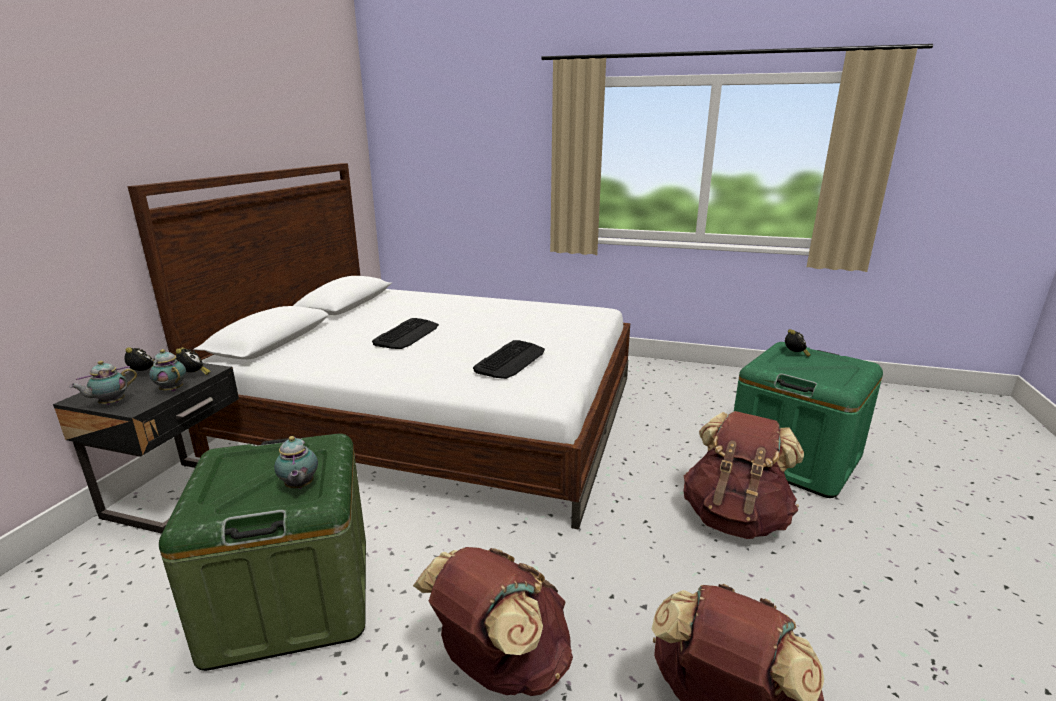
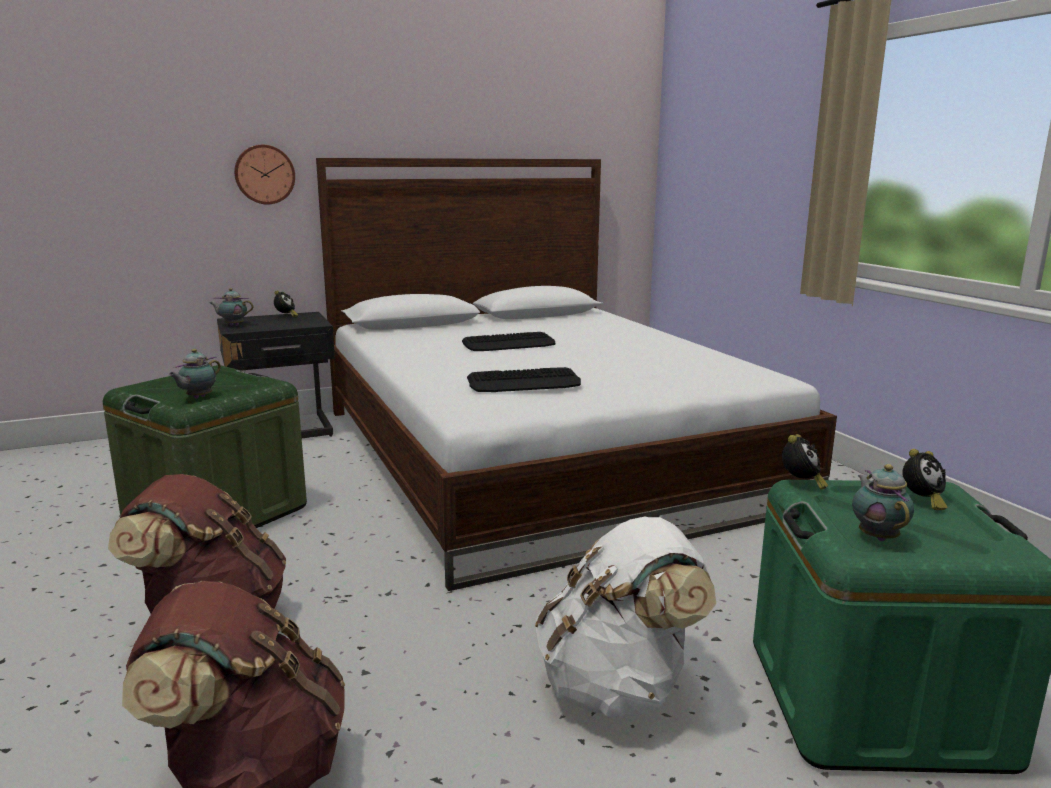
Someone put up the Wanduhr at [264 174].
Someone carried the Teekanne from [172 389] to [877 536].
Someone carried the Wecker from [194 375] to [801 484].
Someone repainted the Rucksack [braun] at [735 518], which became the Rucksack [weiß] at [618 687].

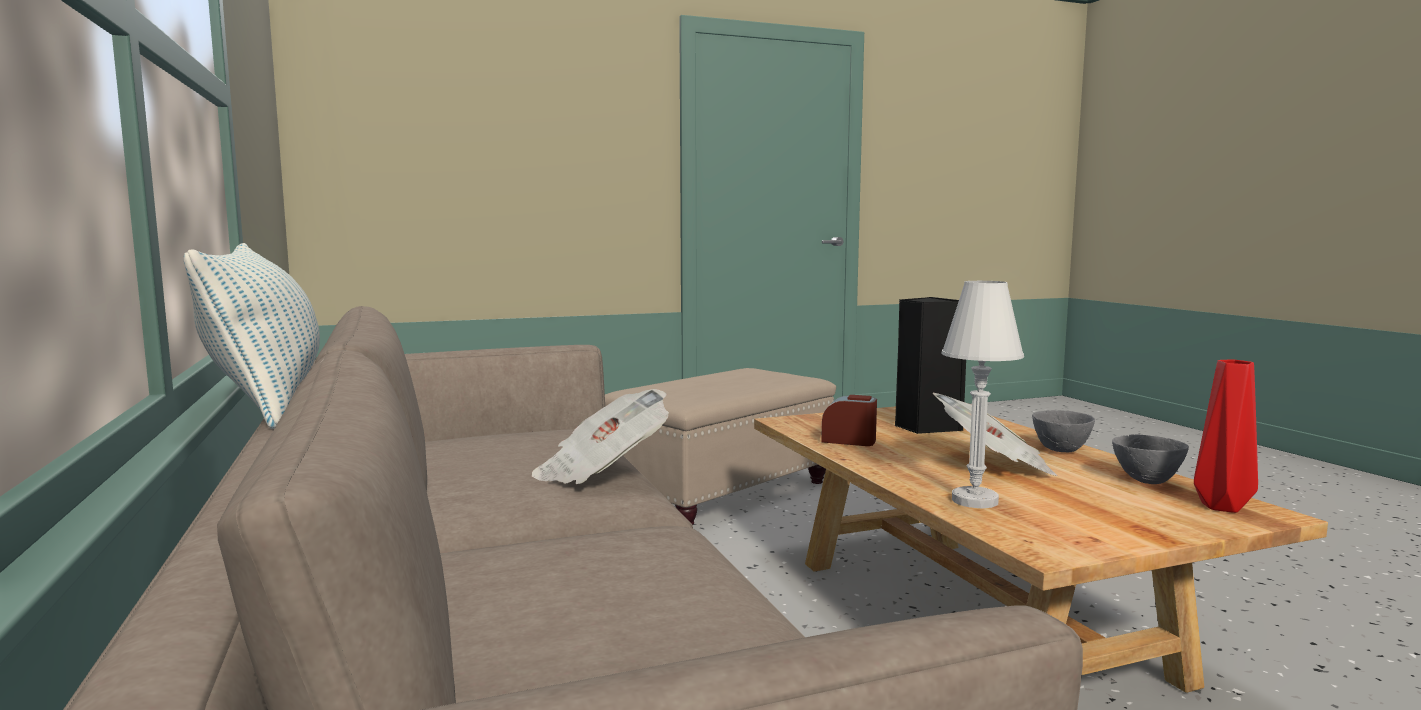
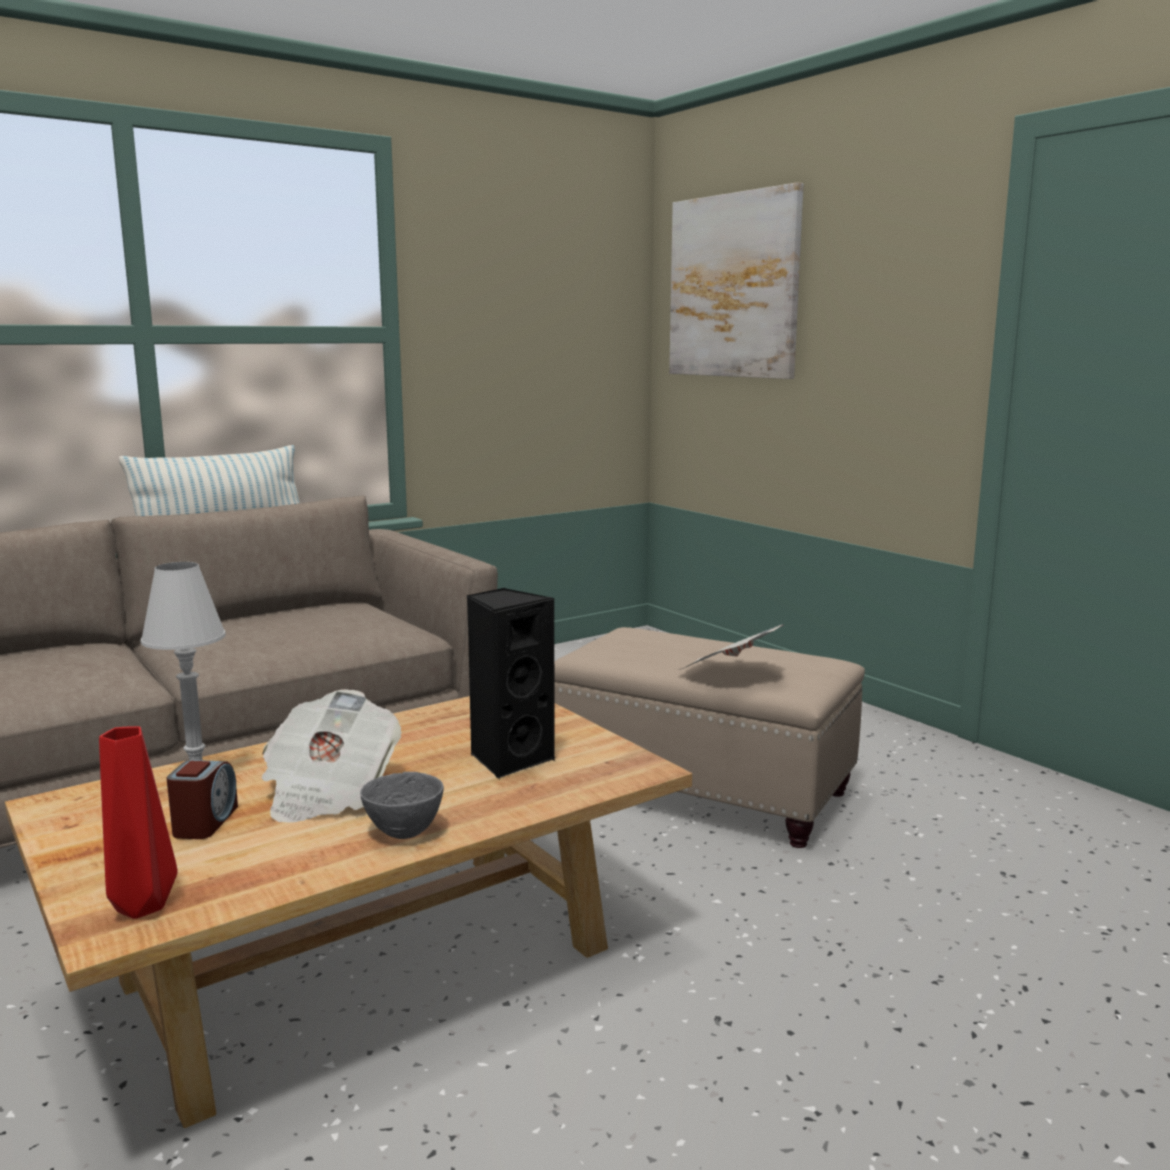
Someone took away the Schüssel [grau] at [1147 481].
Someone put up the Bild at [733 286].
Someone carried the Zeitung from [601 472] to [729 675].
Someone carried the Wecker from [849 441] to [205 822].

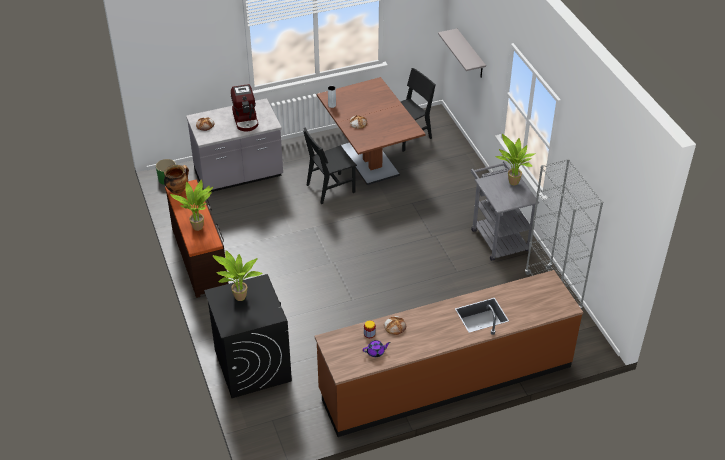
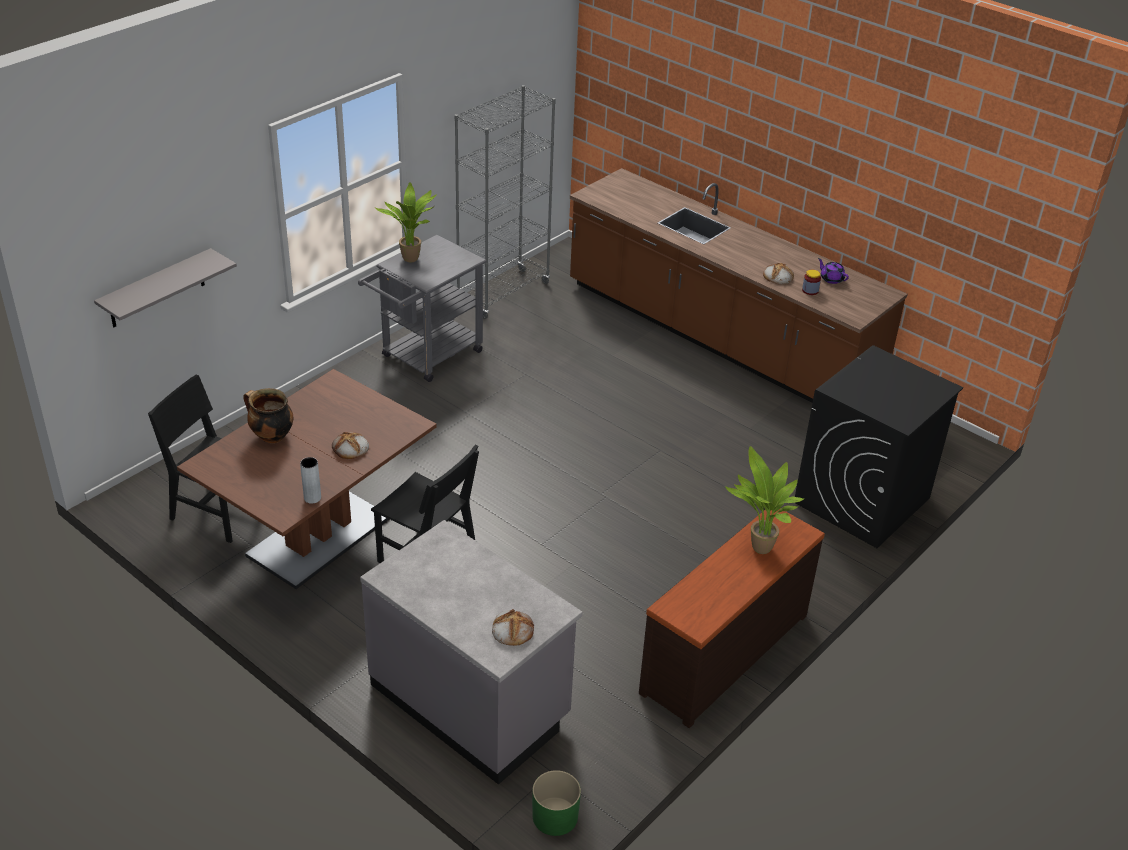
Someone took away the Topfpflanze at [239 299].
Someone took away the Kaffeemaschine at [246 119].
Someone carried the Kochtopf from [178 190] to [271 436].

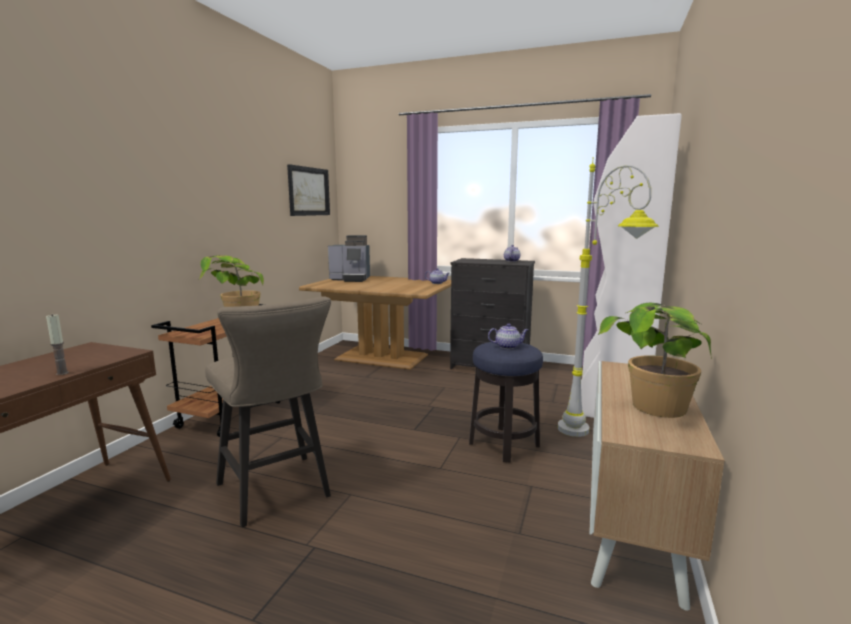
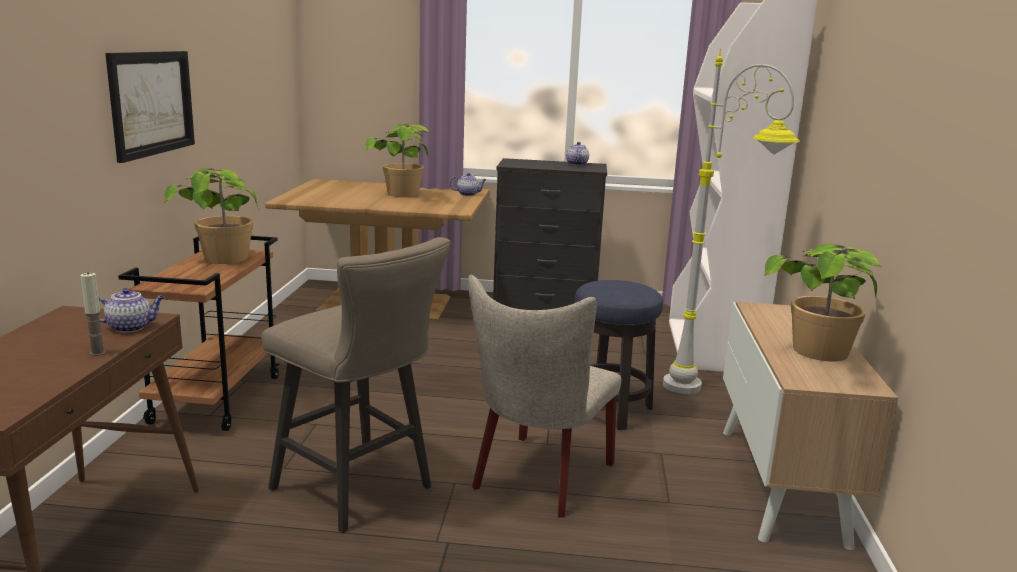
Someone took away the Kaffeemaschine at [351 279].
Someone put down the Topfpflanze at [403 197].
Someone put down the Stuhl [beige] at [538 479].
Someone carried the Bild from [309 191] to [151 103].
Someone carried the Teekanne from [508 346] to [130 327].

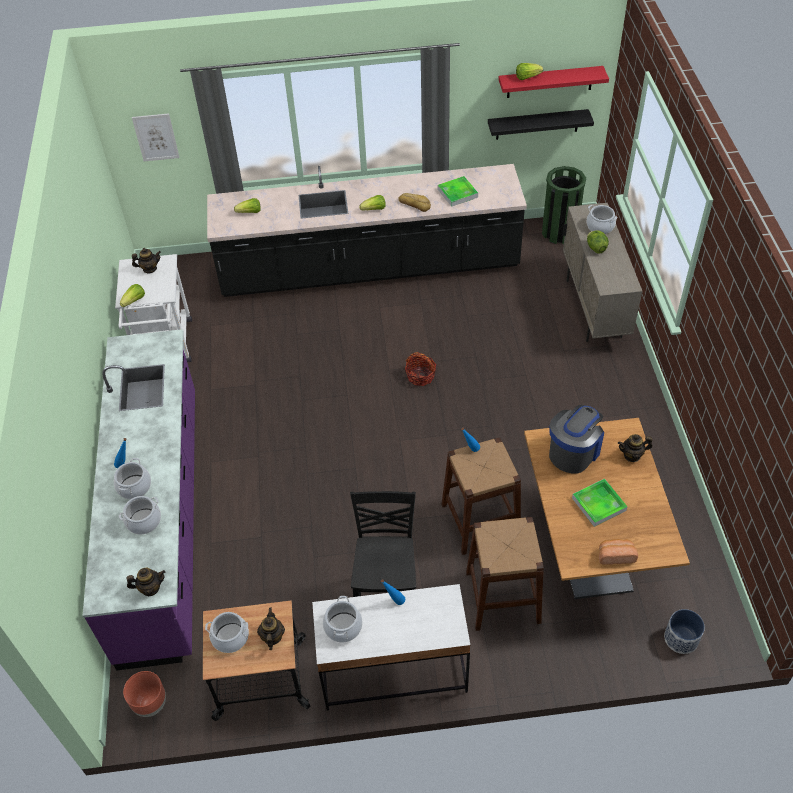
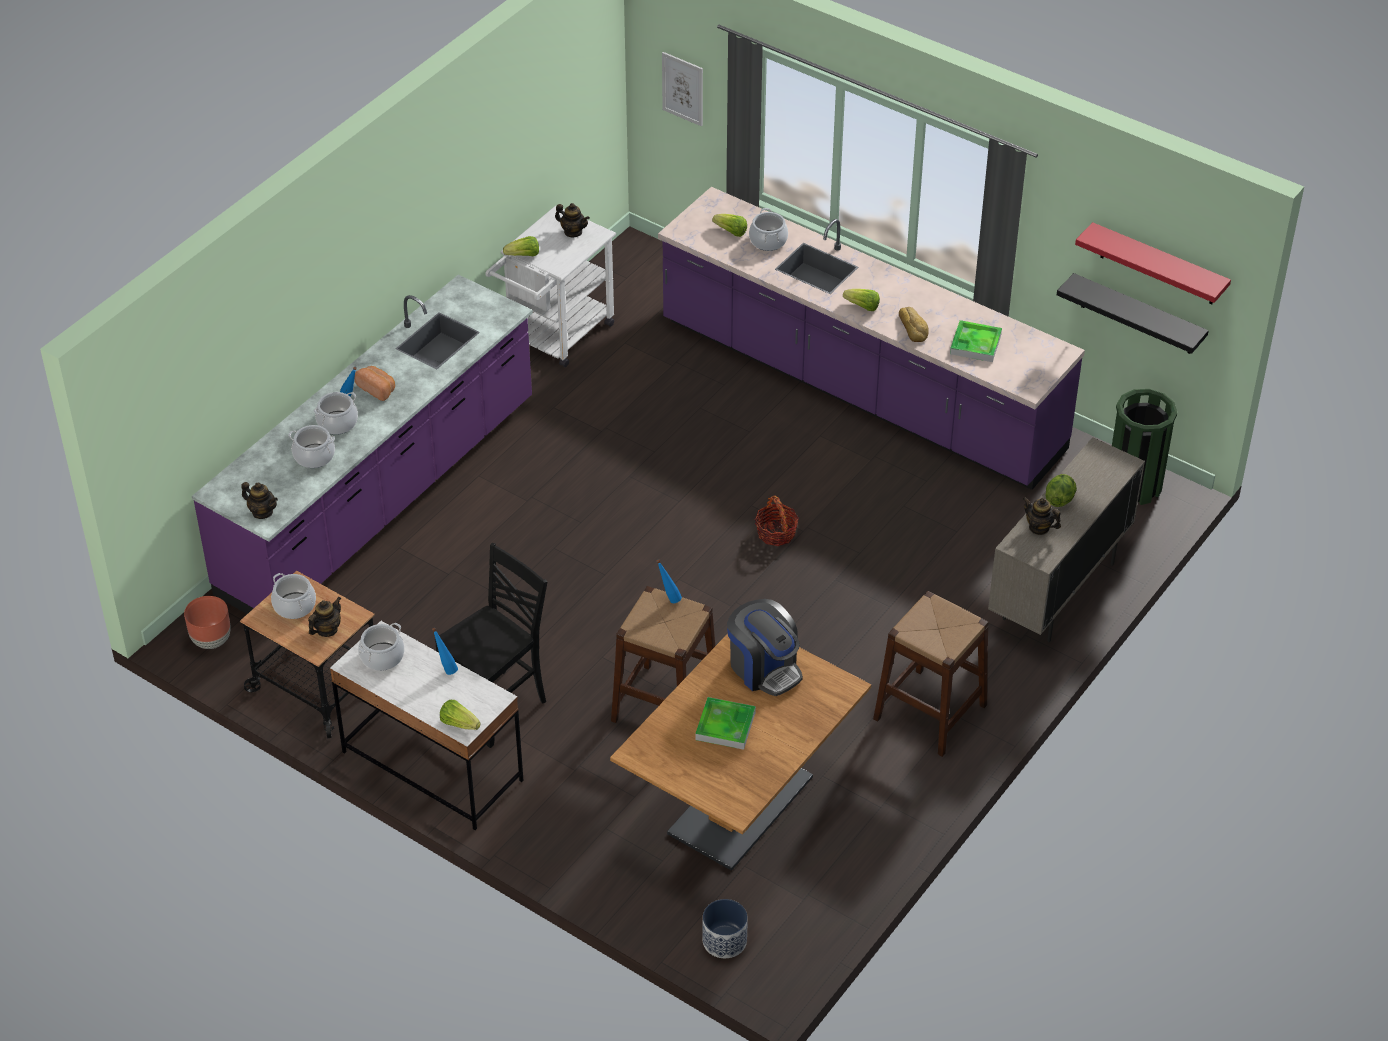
Someone carried the Hocker [braun] from [502 597] to [930 711].
Someone carried the Salatkopf from [527 77] to [459 723].
Someone carried the Kochtopf from [600 226] to [768 241].
Someone carried the Brot from [615 555] to [377 389].
Someone carried the Teekanne from [632 455] to [1039 528].
Someone repainted the Küchenzeile [schwarz] at [369 268], which became the Küchenzeile [lila] at [860 387].
Someone rotated the Kaffeemaschine at [574 451] by 60 degrees clockwise.

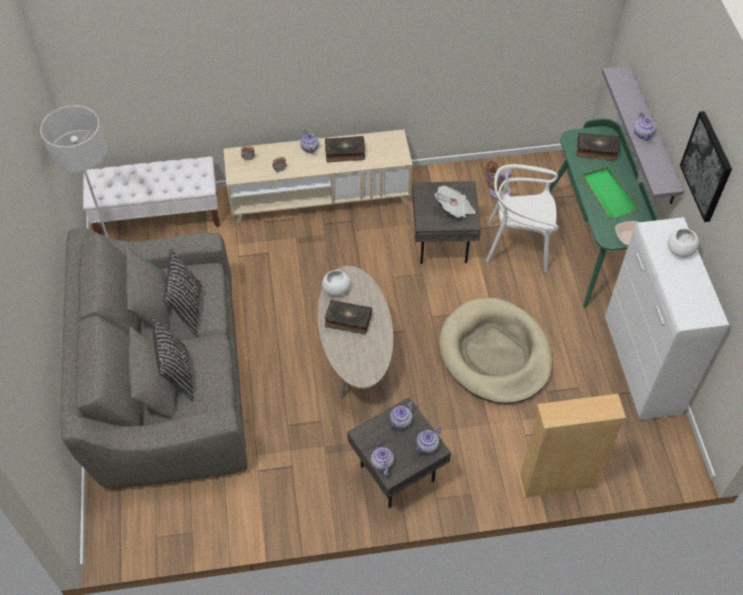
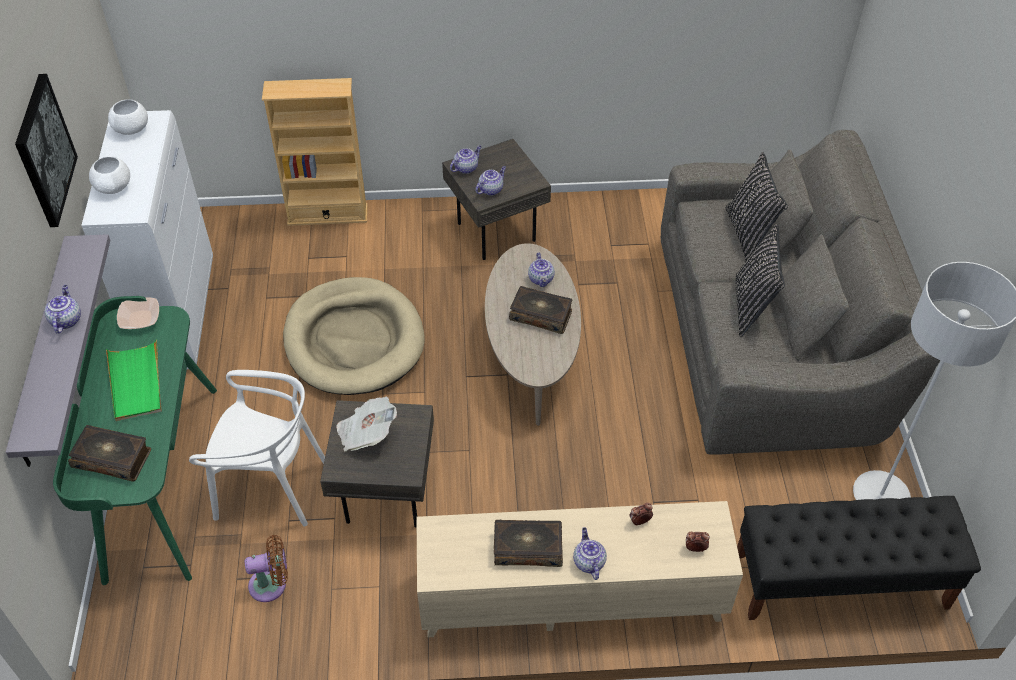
Someone carried the Schüssel [weiß] from [335 289] to [132 129].
Someone carried the Teekanne from [381 462] to [541 279].
Someone repainted the Bank [weiß] at [158 216], which became the Bank [schwarz] at [839 581].

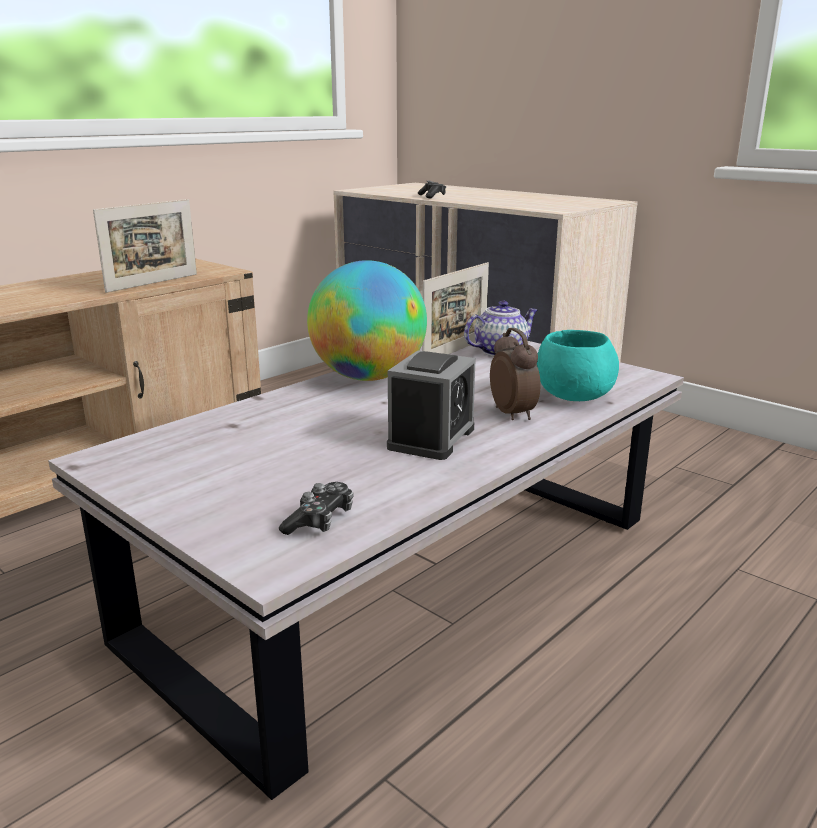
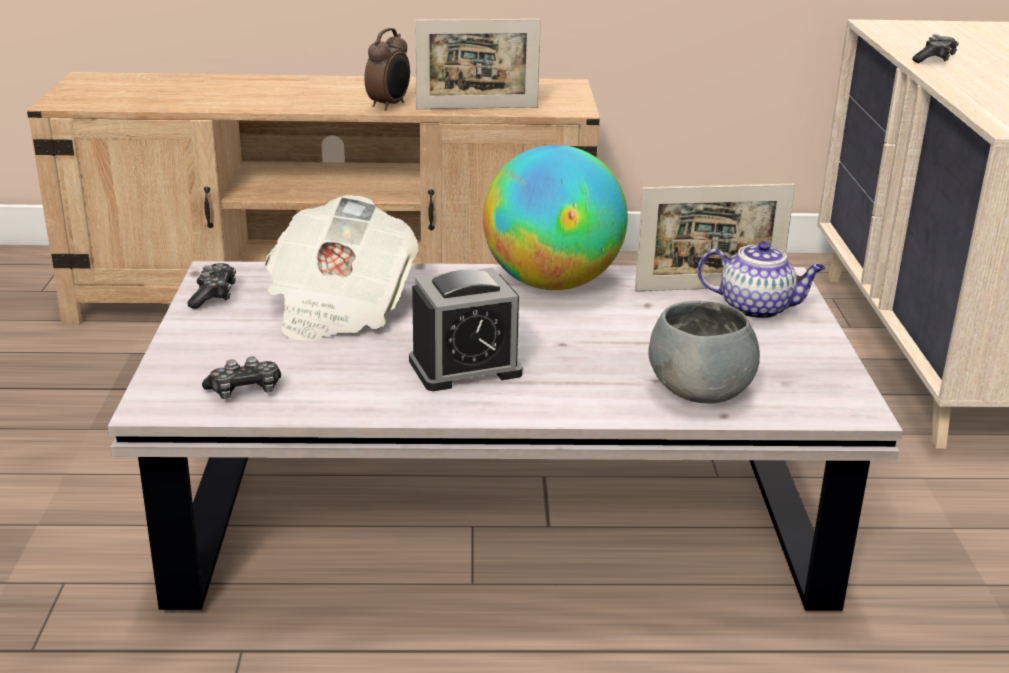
Someone put down the Gamepad at [213 295].
Someone put down the Zeitung at [338 308].
Someone carried the Wecker from [513 414] to [389 105].
Someone repainted the Schüssel [türkis] at [573 396], which became the Schüssel [grau] at [700 391].

